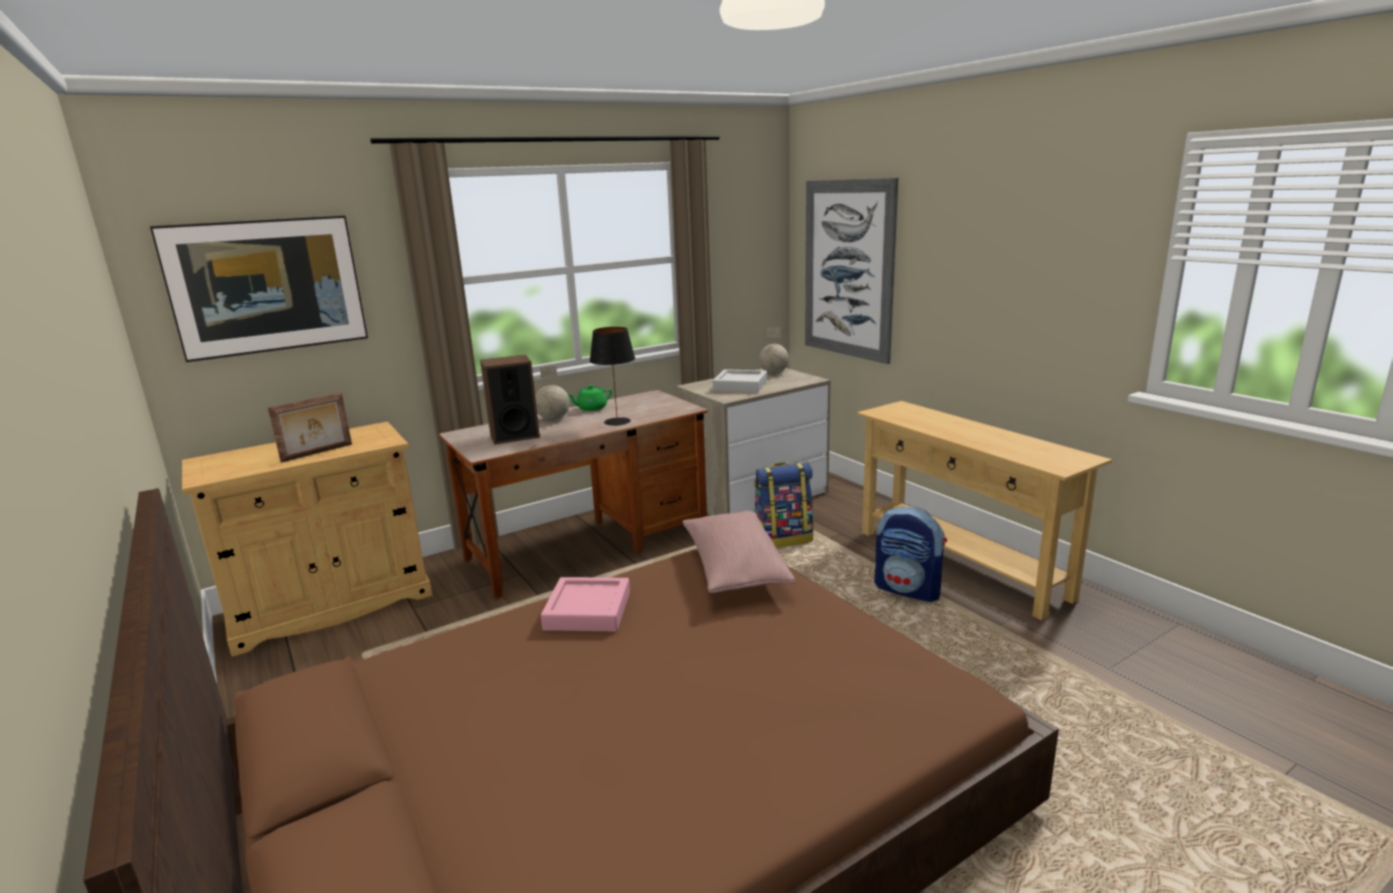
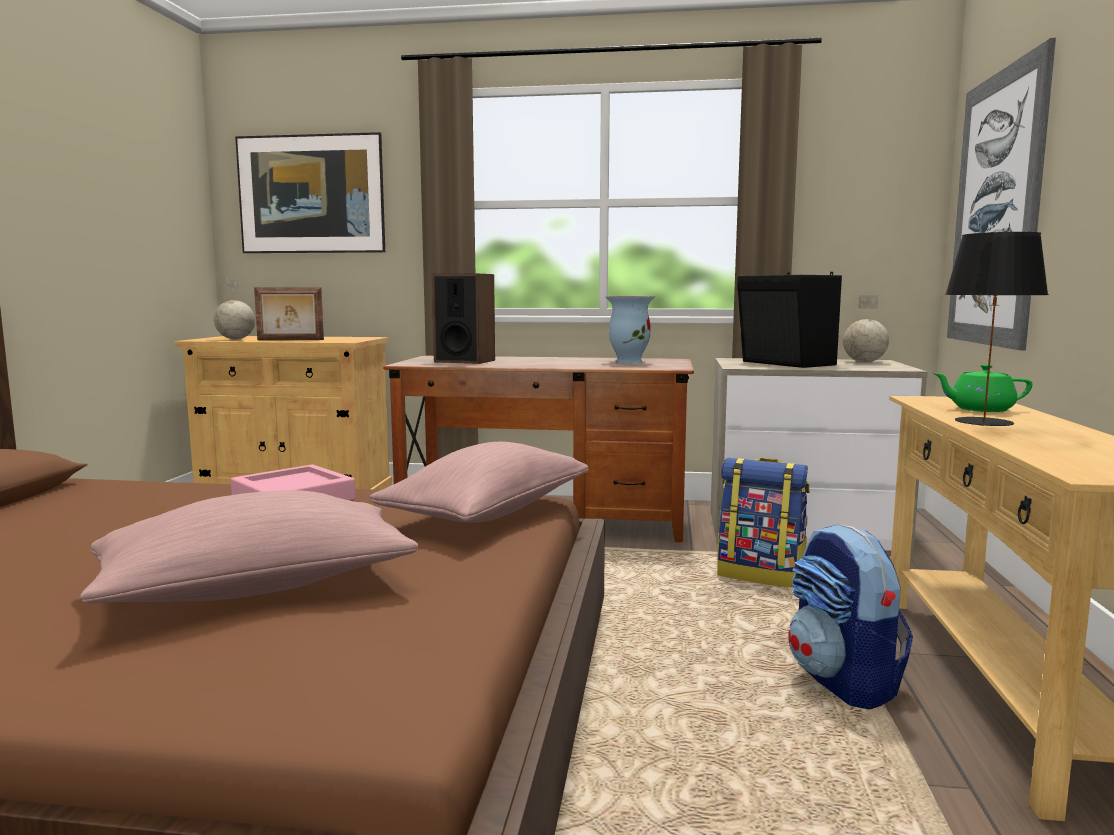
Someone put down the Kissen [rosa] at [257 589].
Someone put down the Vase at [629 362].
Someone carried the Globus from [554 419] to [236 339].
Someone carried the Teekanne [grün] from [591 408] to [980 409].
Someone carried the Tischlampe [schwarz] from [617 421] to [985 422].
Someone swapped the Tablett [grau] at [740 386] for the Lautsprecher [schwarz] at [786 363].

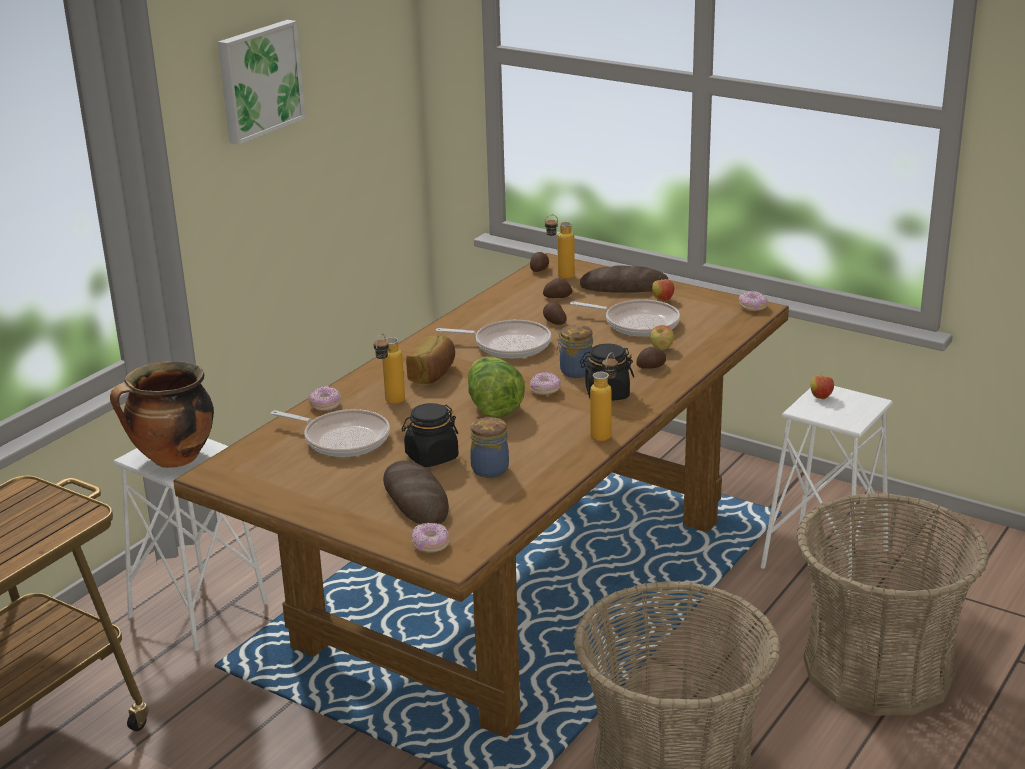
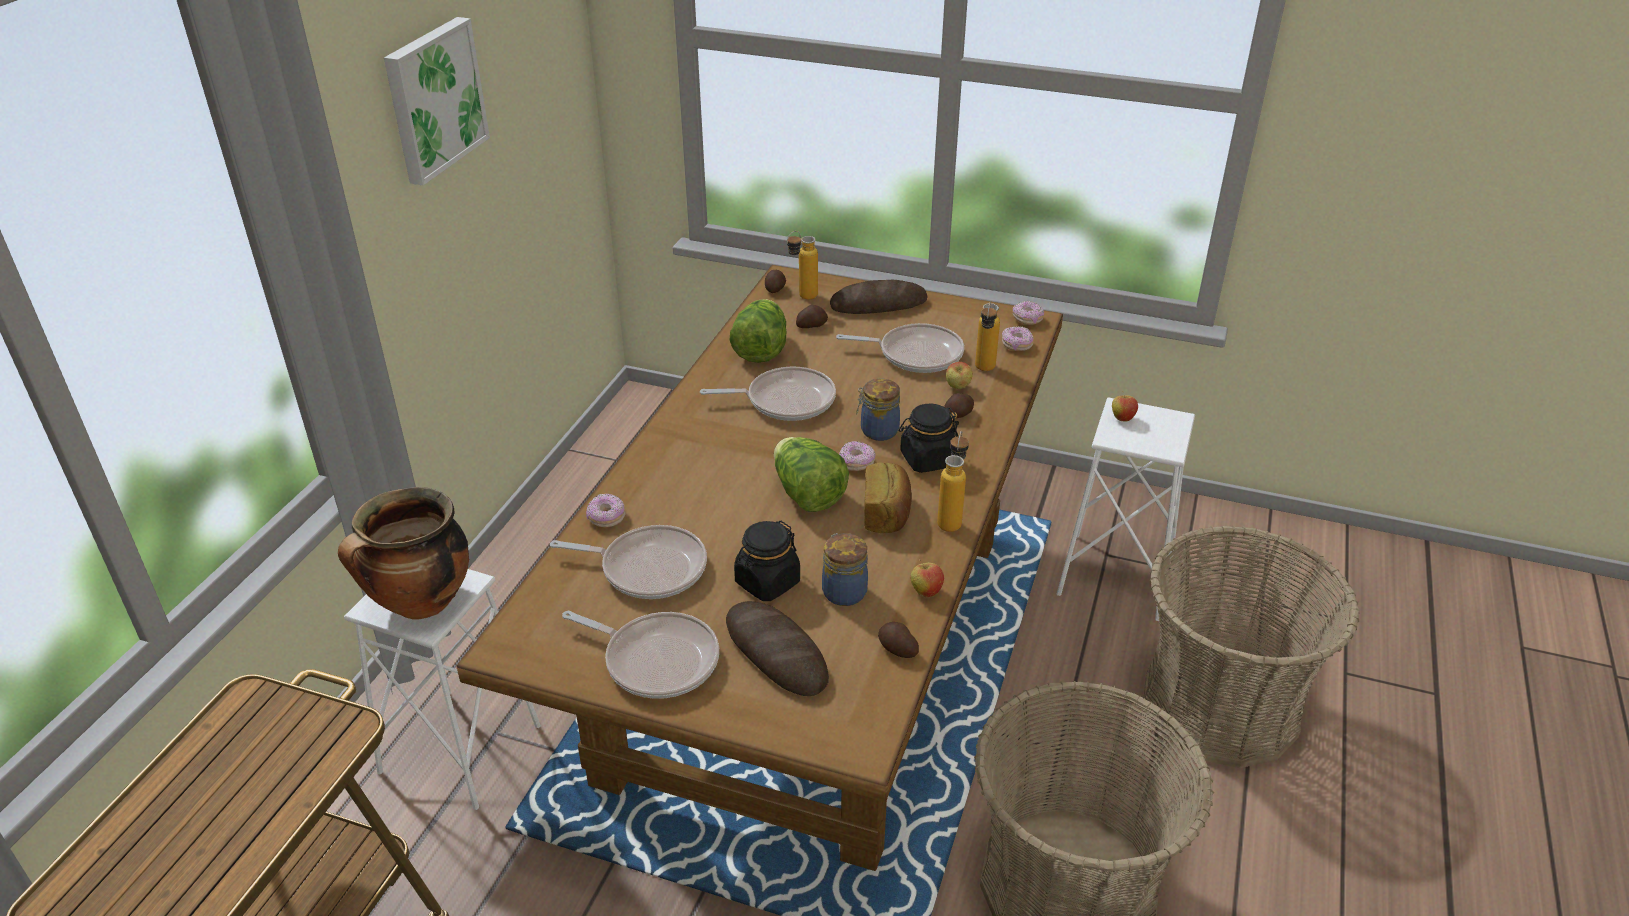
Someone put down the Pfanne at [656 660].
Someone put down the Salatkopf at [761 350].
Someone carried the Flasche from [390 403] to [984 371].
Someone carried the Brot from [433 374] to [887 513].
Someone carried the Donut from [430 545] to [1016 345].
Someone carried the Kartoffel from [554 321] to [897 649].
Someone carried the Apfel from [662 300] to [926 592].

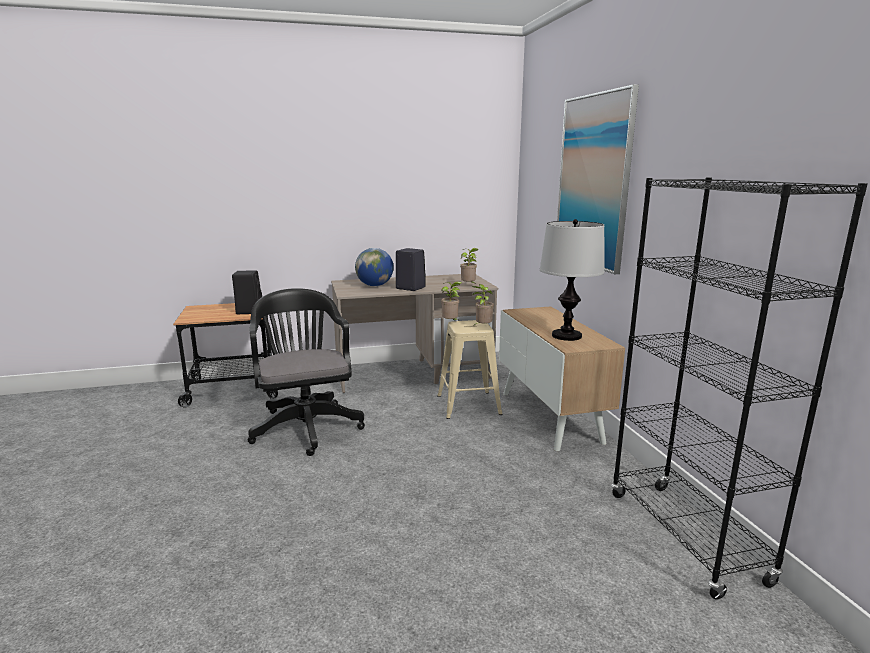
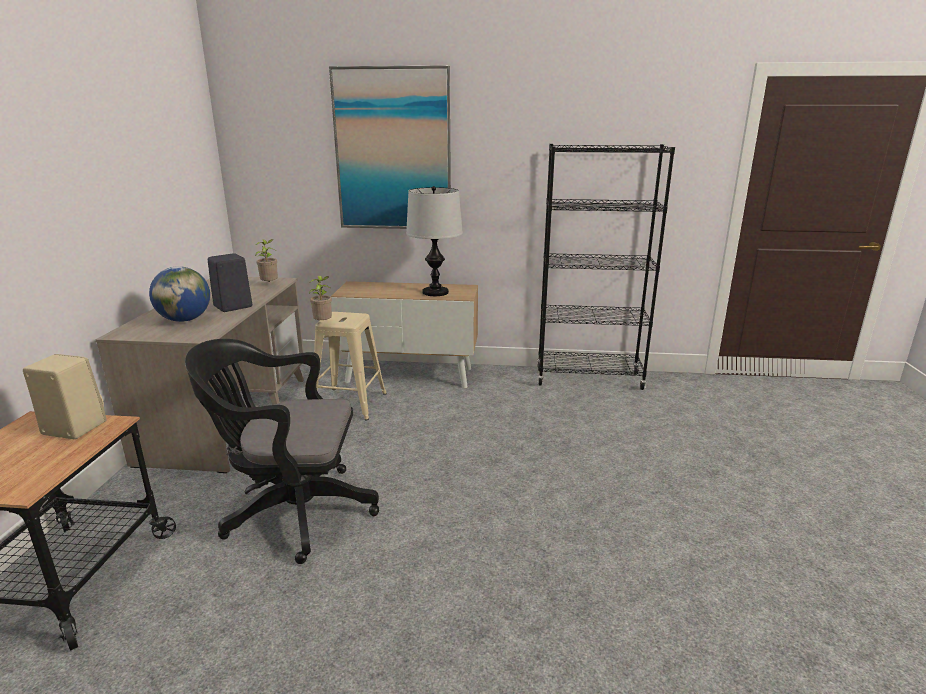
Someone took away the Topfpflanze at [482 327].
Someone repainted the Lautsprecher [schwarz] at [249 311], which became the Lautsprecher [beige] at [72 428].

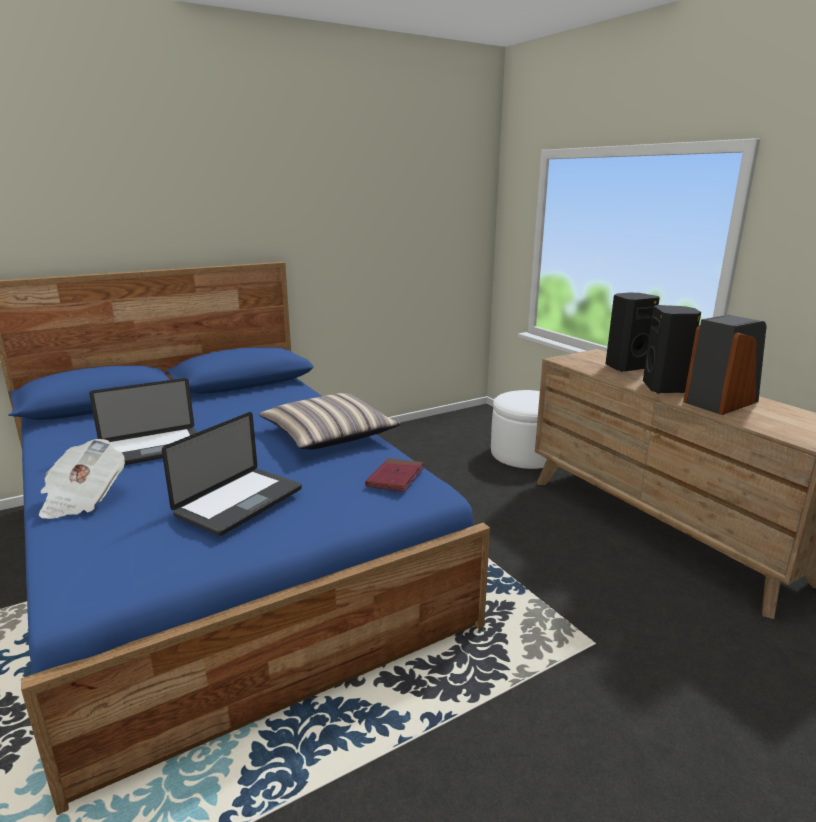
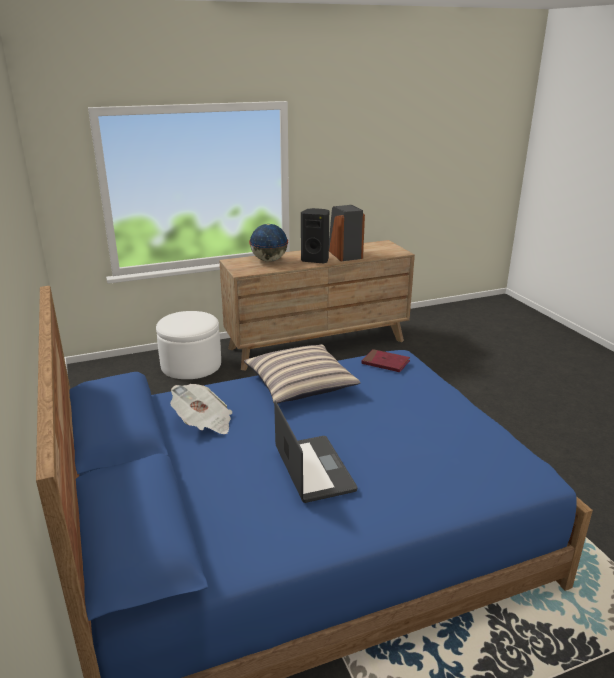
Someone took away the Laptop at [240 502].
Someone carried the Zeitung from [83 499] to [204 423].
Someone swapped the Lautsprecher [schwarz] at [625 367] for the Globus at [268 260].

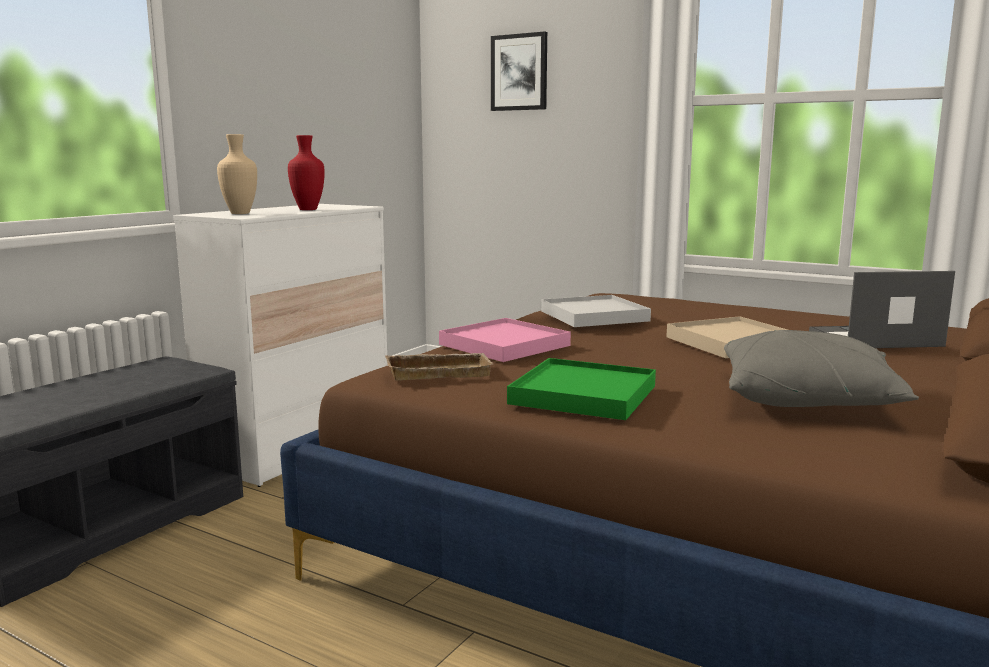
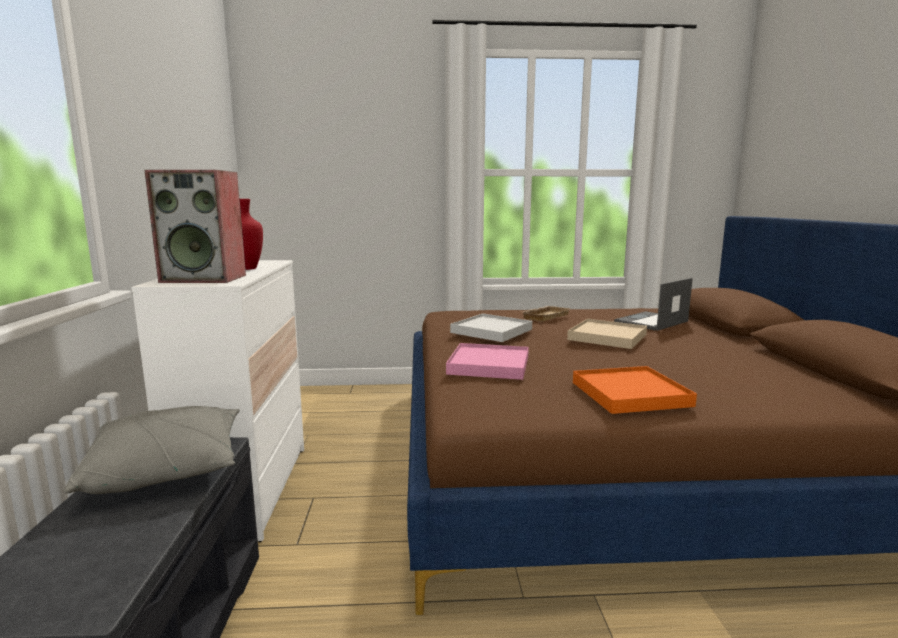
Someone took away the Bild at [519 72].
Someone carried the Tablett [beige] from [439 372] to [544 316].
Someone carried the Kissen [grau] from [808 400] to [167 469].
Someone swapped the Vase [beige] at [241 213] for the Lautsprecher at [205 278].
Someone repainted the Tablett [grün] at [584 395], which became the Tablett [orange] at [630 394].

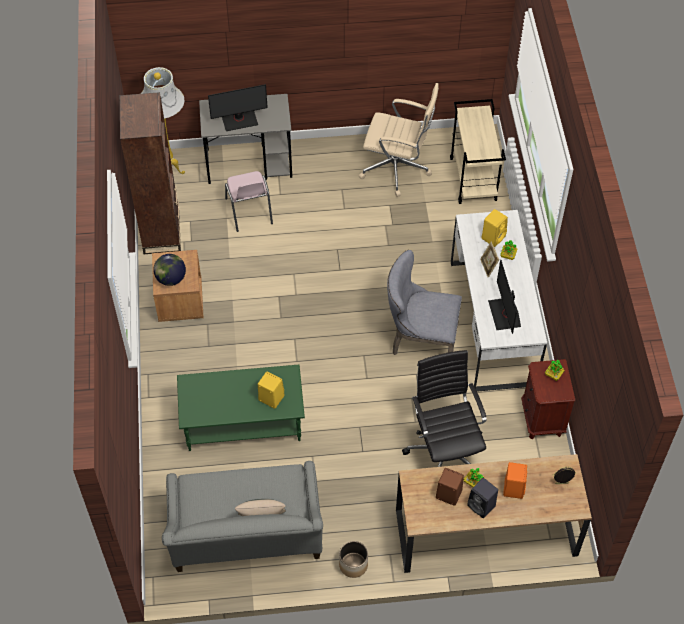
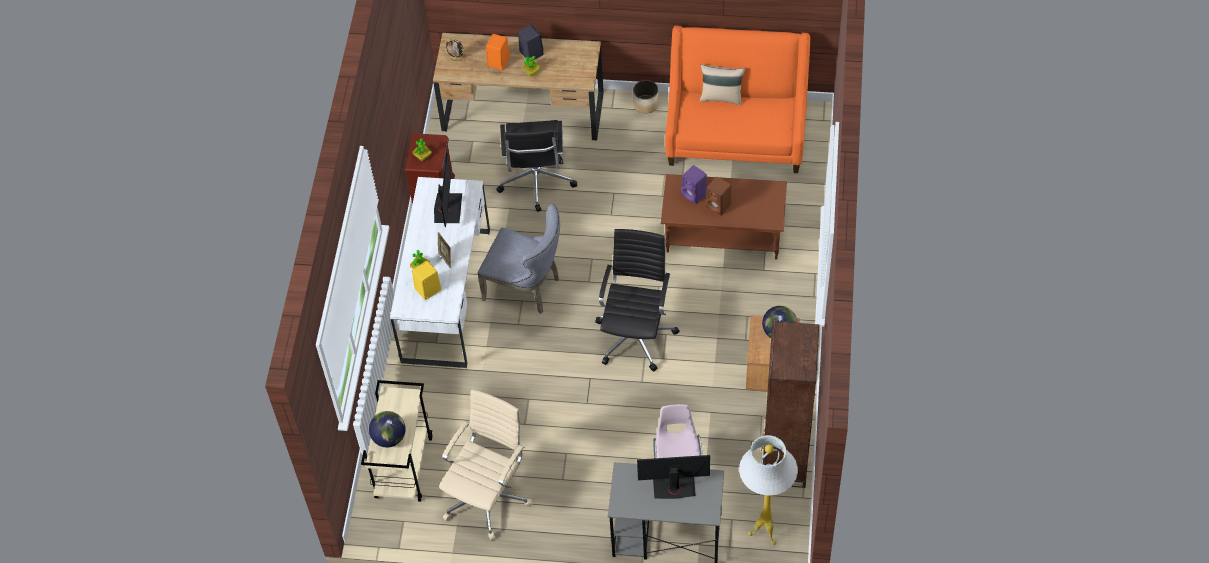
Someone put down the Globus at [389 437].
Someone put down the Bürostuhl [schwarz] at [636 334].
Someone carried the Lautsprecher [braun] from [447 494] to [719 206].
Someone repainted the Sofa [grau] at [247 539], which became the Sofa [orange] at [736 136].
Someone repainted the Couchtisch [grün] at [242 424], which became the Couchtisch [braun] at [724 234].
Someone repainted the Lautsprecher [gelb] at [270 398], which became the Lautsprecher [lila] at [695 194].
Someone rotated the Bürostuhl [beige] at [397 169] by 90 degrees clockwise.

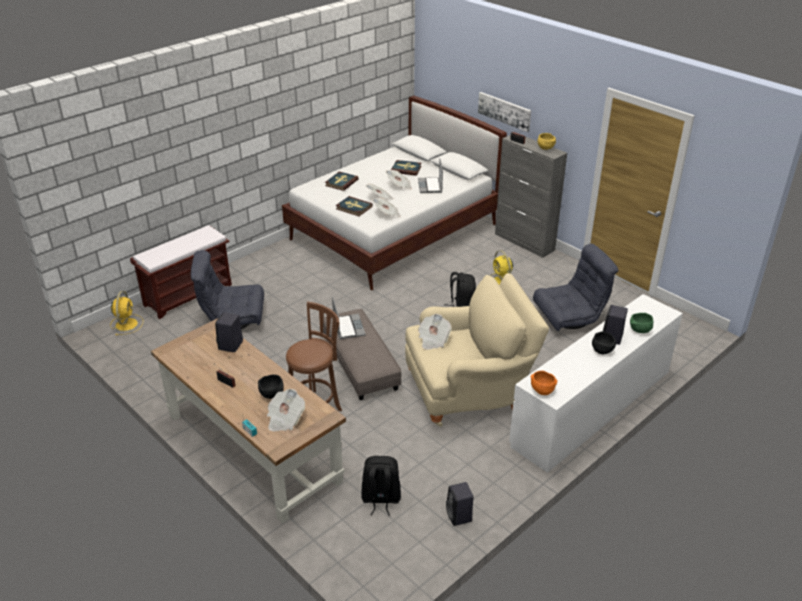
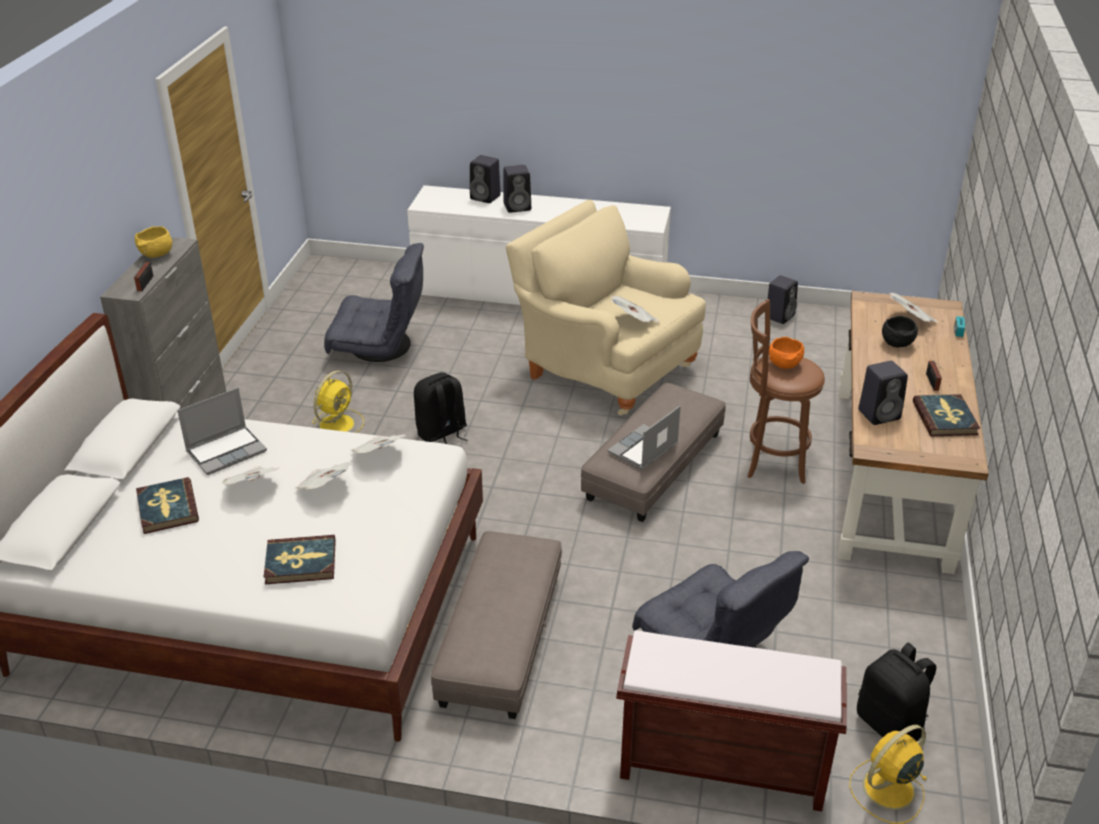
Someone took away the Bild at [504 111].
Someone took away the Schüssel [schwarz] at [601 350].
Someone put down the Polsterhocker [grau] at [501 638].
Someone carried the Buch from [354 208] to [945 418].
Someone carried the Rucksack [schwarz] from [380 499] to [890 724].
Someone carried the Schüssel [orange] from [541 391] to [785 365].
Someone swapped the Schüssel [grün] at [639 331] for the Lautsprecher [schwarz] at [486 197].
Someone rotated the Sessel [grau] at [569 318] by 150 degrees clockwise.

